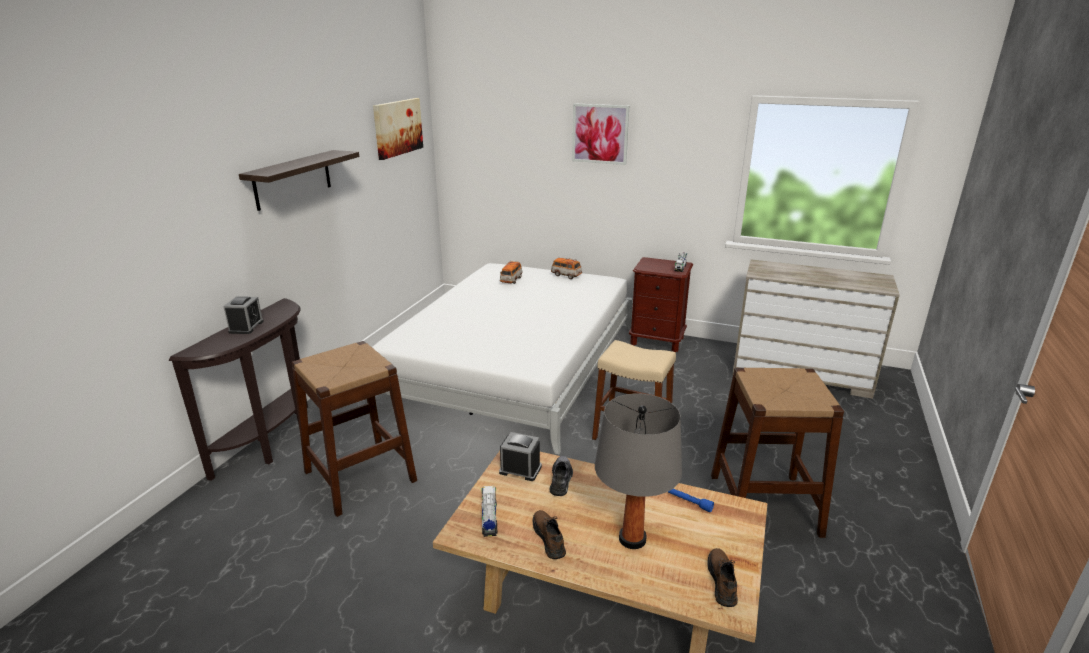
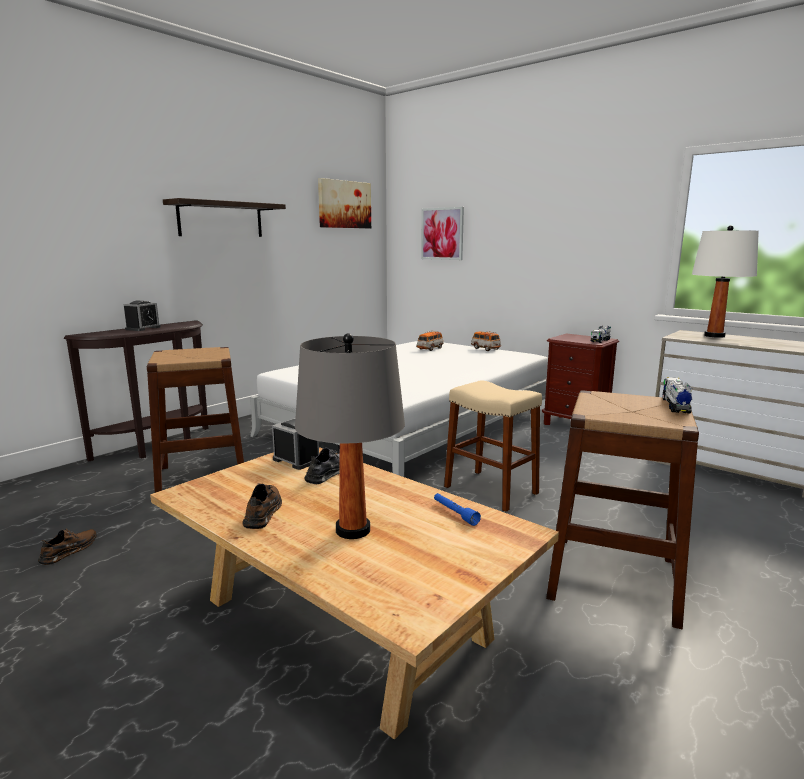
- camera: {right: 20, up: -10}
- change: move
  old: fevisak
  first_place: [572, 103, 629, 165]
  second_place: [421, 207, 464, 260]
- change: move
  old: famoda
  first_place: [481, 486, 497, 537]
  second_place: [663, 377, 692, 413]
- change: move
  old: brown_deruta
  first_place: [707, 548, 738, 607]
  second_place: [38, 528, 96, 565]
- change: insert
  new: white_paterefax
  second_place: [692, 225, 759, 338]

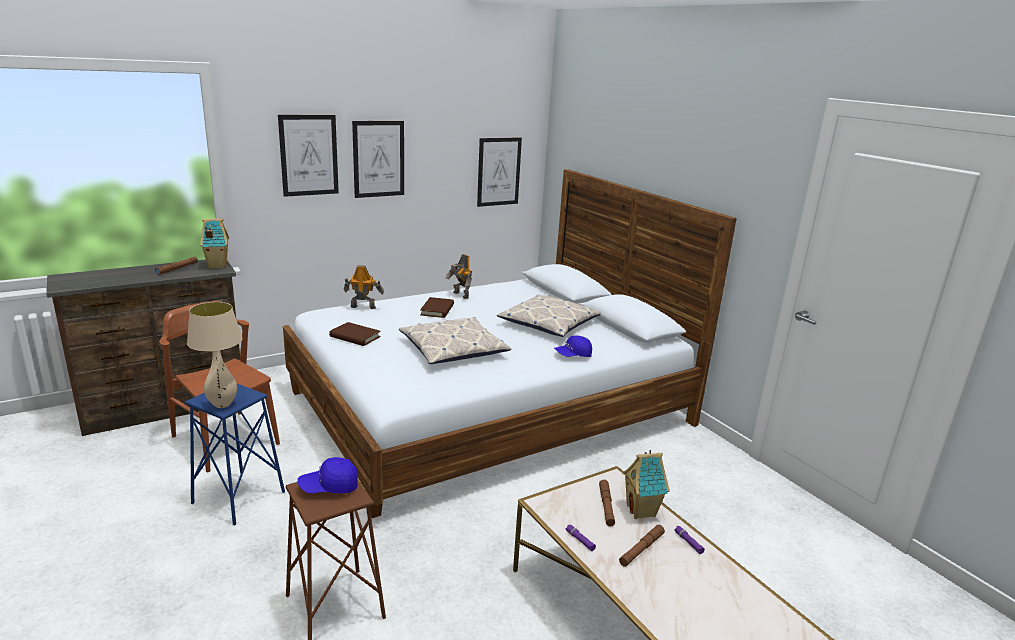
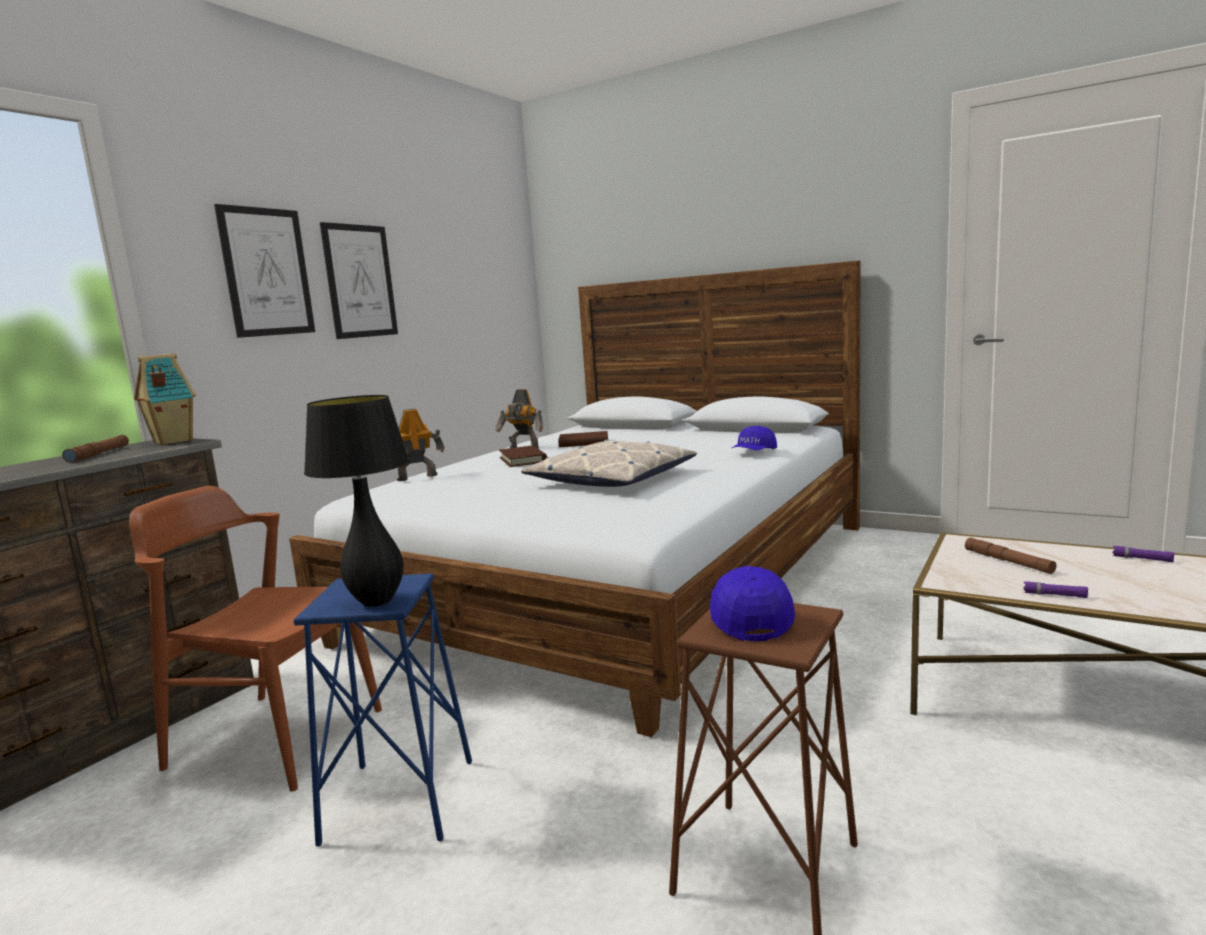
- camera: {right: -25, up: -10}
- change: delete
  old: fevisak
  first_place: [477, 137, 522, 207]
- change: delete
  old: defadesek
  first_place: [497, 295, 601, 337]
- change: recolor
  old: beige_paterefax
  new: black_paterefax
  first_place: [187, 302, 242, 408]
  second_place: [304, 395, 409, 607]
- change: move
  old: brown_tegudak
  first_place: [329, 322, 381, 346]
  second_place: [558, 431, 608, 447]
- change: delete
  old: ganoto
  first_place: [623, 450, 670, 519]
- change: rotate
  old: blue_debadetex
  first_place: [297, 457, 358, 494]
  second_place: [710, 566, 795, 641]
  degrees: 135
- change: delete
  old: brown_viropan
  first_place: [619, 525, 665, 567]

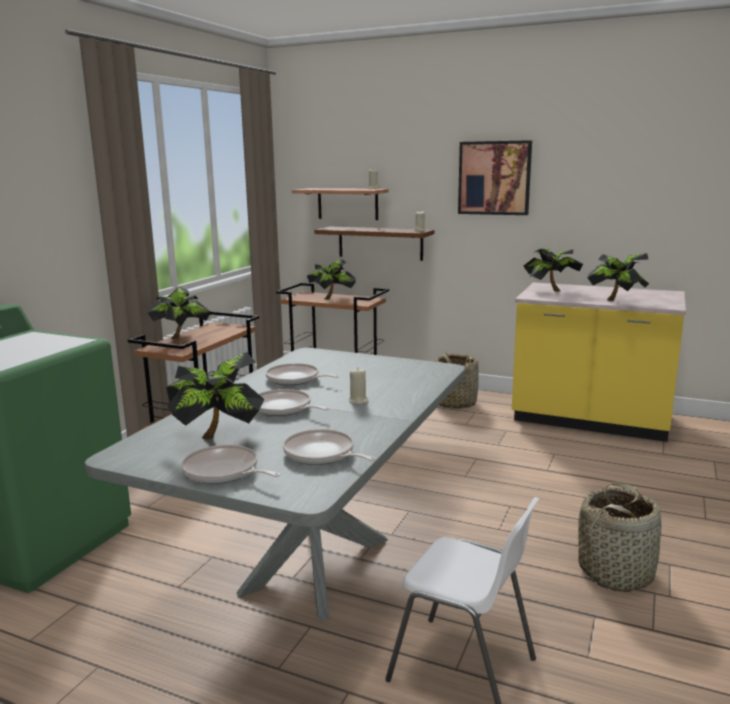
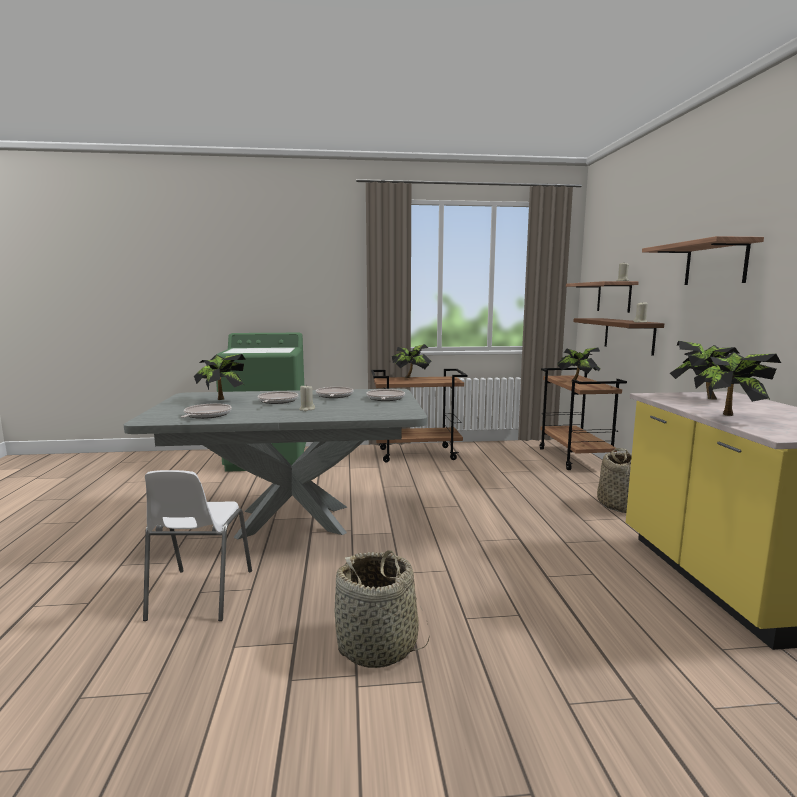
- camera: {right: 60, up: -5}
- change: replace
  old: fevisak
  new: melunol
  first_place: [458, 140, 532, 215]
  second_place: [642, 236, 764, 285]
- change: move
  old: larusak
  first_place: [181, 445, 280, 484]
  second_place: [367, 389, 405, 401]

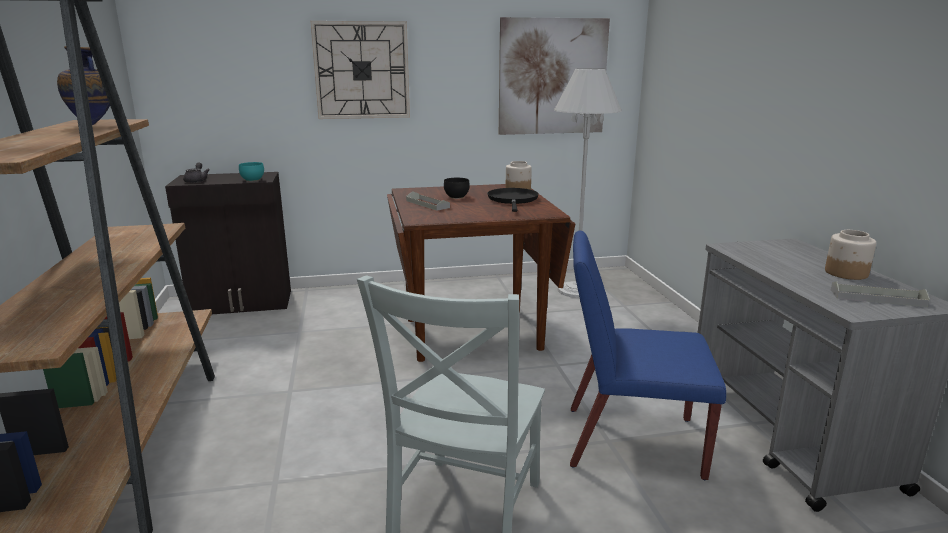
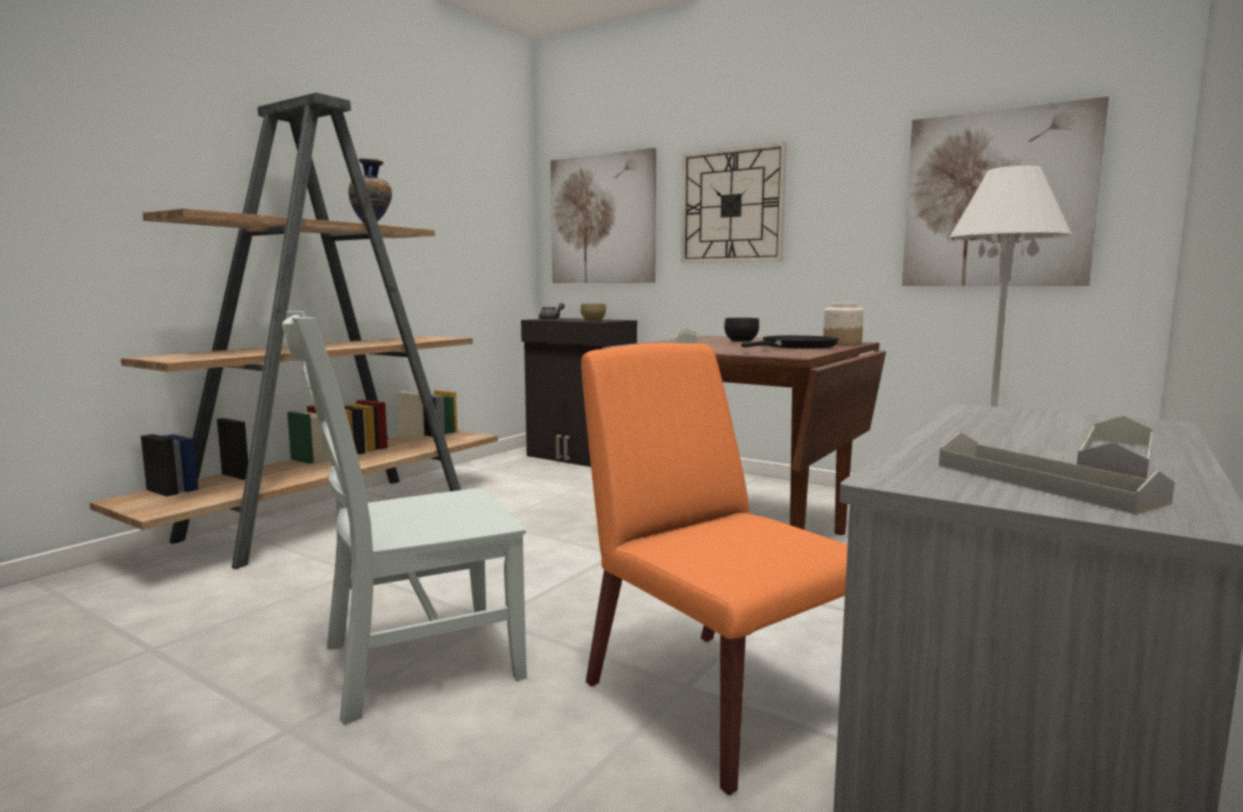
- camera: {right: 45, up: -10}
- change: recolor
  old: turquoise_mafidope
  new: brown_mafidope
  first_place: [239, 162, 264, 181]
  second_place: [581, 304, 606, 321]
- change: replace
  old: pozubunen
  new: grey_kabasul
  first_place: [825, 230, 876, 280]
  second_place: [1077, 416, 1153, 479]
- change: recolor
  old: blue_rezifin
  new: orange_rezifin
  first_place: [570, 231, 726, 480]
  second_place: [581, 343, 848, 795]
- change: insert
  new: fevisak
  second_place: [550, 148, 656, 283]

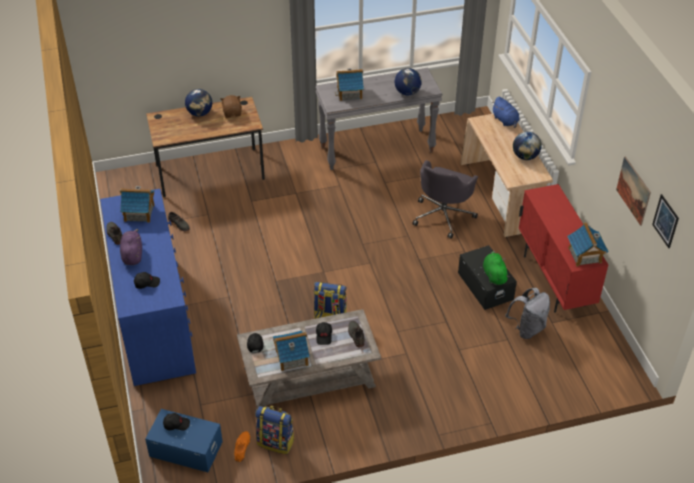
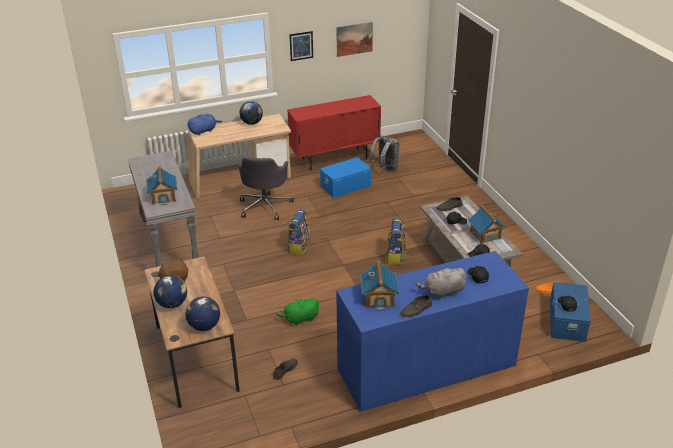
- camera: {right: -95, up: -10}
- change: move
  old: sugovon
  first_place: [395, 68, 422, 95]
  second_place: [185, 297, 220, 331]
- change: rotate
  old: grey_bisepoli
  first_place: [412, 160, 478, 239]
  second_place: [238, 157, 294, 220]
  degrees: 75
- change: move
  old: fevisak
  first_place: [652, 194, 679, 248]
  second_place: [289, 31, 313, 61]
- change: delete
  old: ganoto
  first_place: [567, 222, 609, 266]
- change: recolor
  old: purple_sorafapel
  new: grey_sorafapel
  first_place: [120, 229, 142, 265]
  second_place: [415, 268, 466, 299]
- change: recolor
  old: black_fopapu
  new: blue_fopapu
  first_place: [458, 245, 517, 310]
  second_place: [320, 157, 371, 198]
- change: move
  old: green_sorafapel
  first_place: [483, 251, 509, 285]
  second_place: [276, 298, 319, 325]
- change: move
  old: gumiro
  first_place: [255, 406, 295, 454]
  second_place: [287, 209, 310, 256]

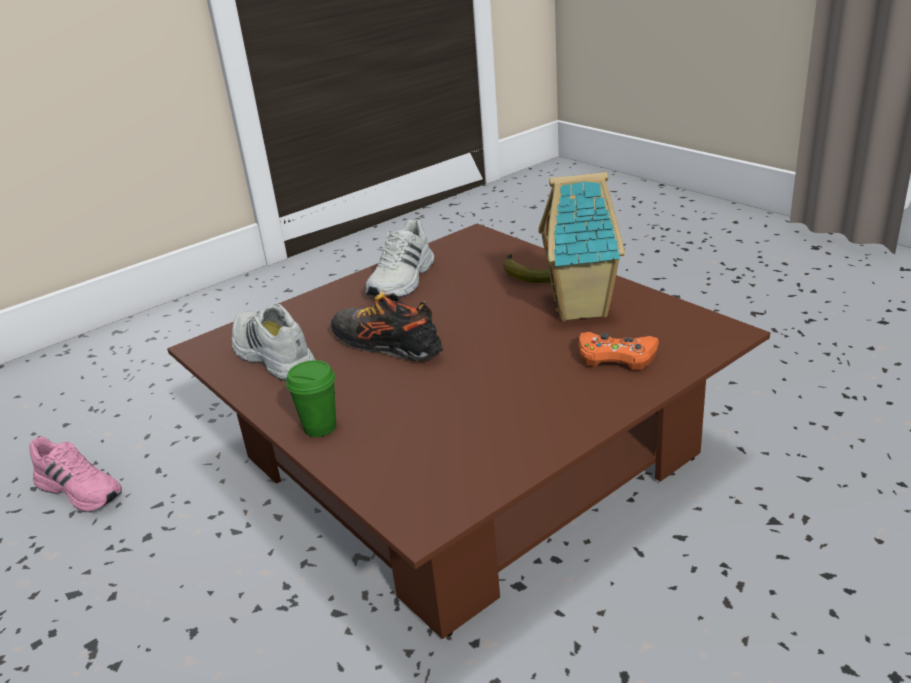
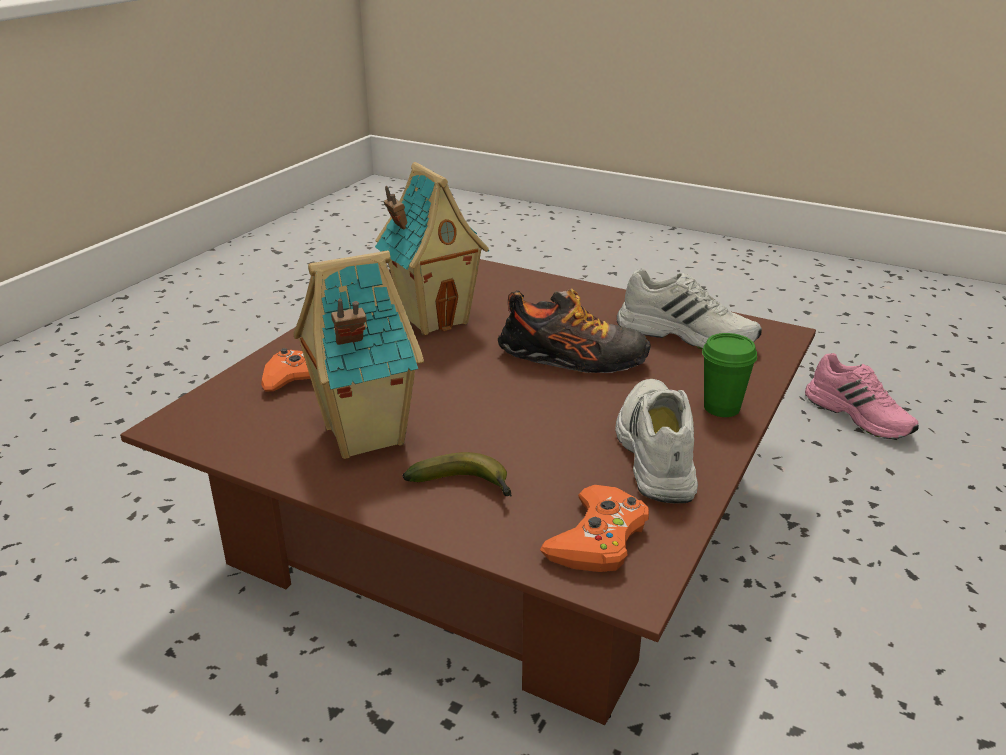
- camera: {right: 155, up: 0}
- change: move
  old: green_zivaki
  first_place: [286, 360, 336, 437]
  second_place: [702, 333, 757, 417]
- change: rotate
  old: pink_deruta
  first_place: [29, 436, 122, 512]
  second_place: [805, 353, 919, 439]
  degrees: -135
- change: insert
  new: ganoto
  second_place: [375, 162, 489, 335]
- change: insert
  new: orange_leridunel
  second_place: [540, 485, 649, 572]

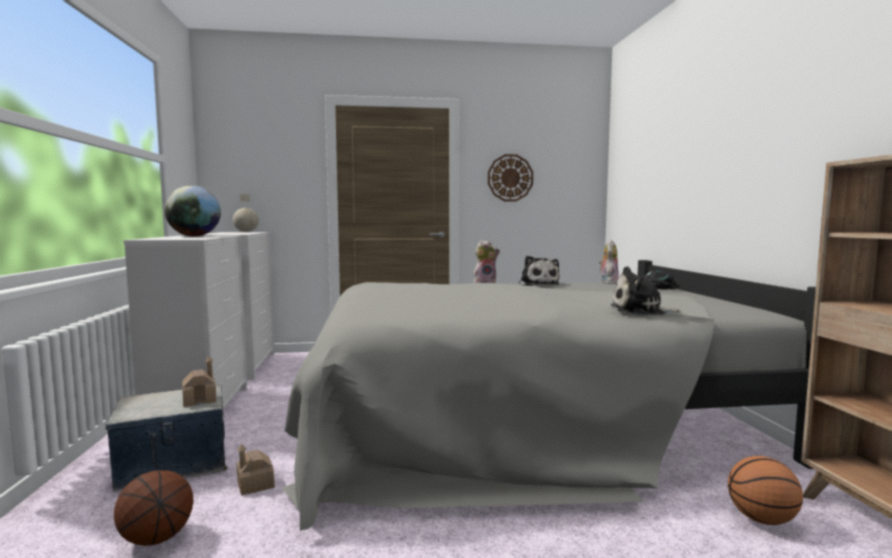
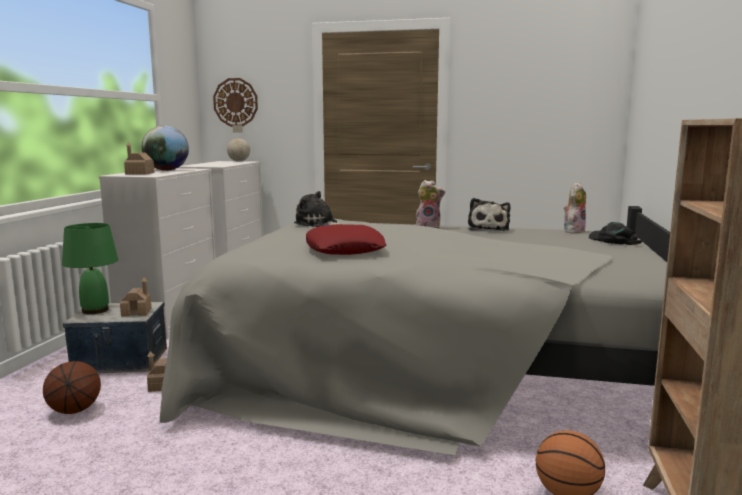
- camera: {right: 20, up: 5}
- change: move
  old: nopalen
  first_place: [488, 154, 533, 202]
  second_place: [213, 78, 258, 127]
- change: move
  old: sorafapel
  first_place: [611, 266, 681, 315]
  second_place: [294, 191, 339, 227]
- change: insert
  new: ganoto
  second_place: [124, 142, 155, 175]
- change: insert
  new: green_paterefax
  second_place: [62, 223, 118, 314]
- change: insert
  new: red_defadesek
  second_place: [306, 224, 386, 255]

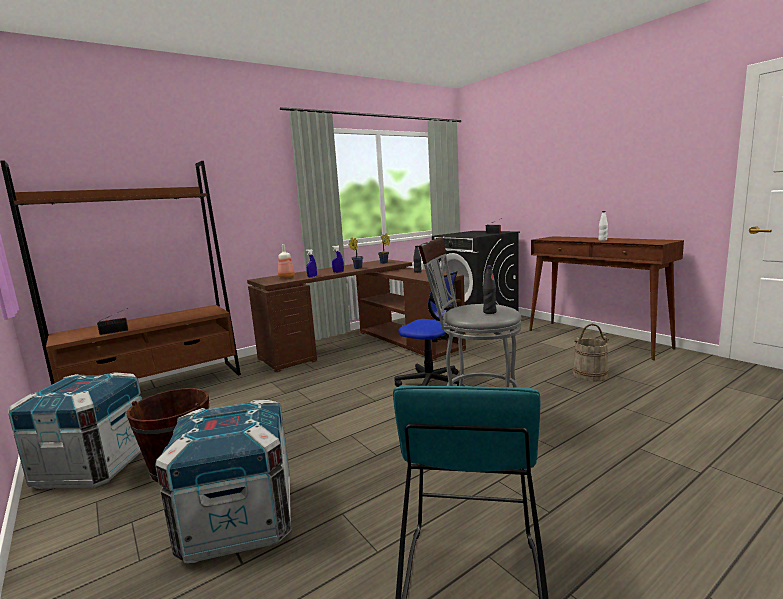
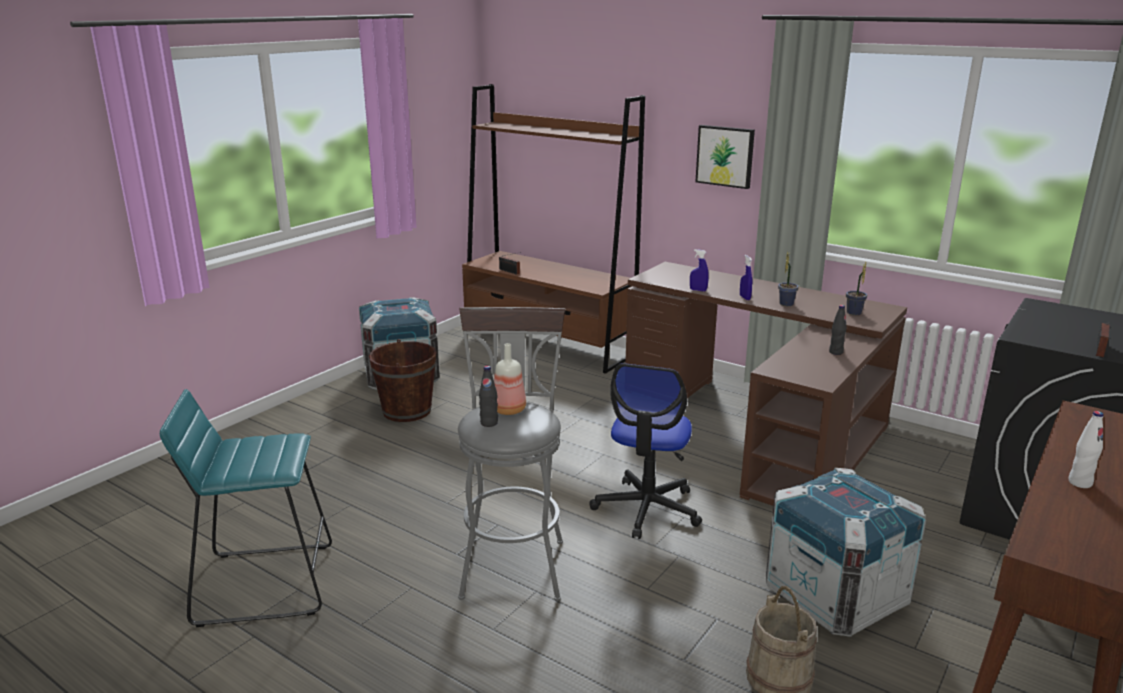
- camera: {right: 70, up: 10}
- change: move
  old: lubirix
  first_place: [278, 244, 295, 278]
  second_place: [494, 343, 526, 415]
- change: move
  old: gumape
  first_place: [155, 400, 291, 563]
  second_place: [766, 467, 926, 637]
- change: insert
  new: fevisak
  second_place: [695, 125, 755, 189]

